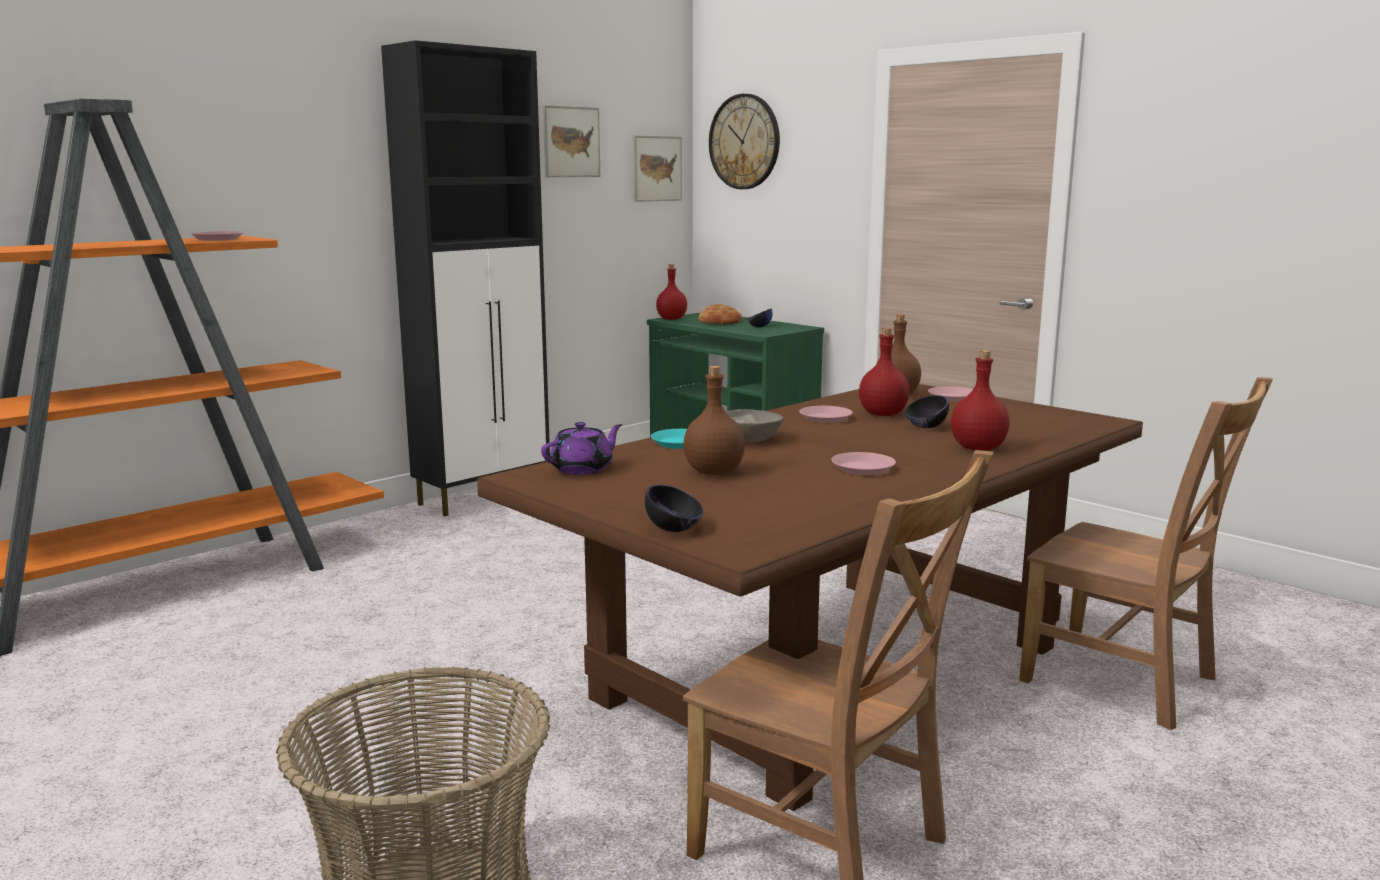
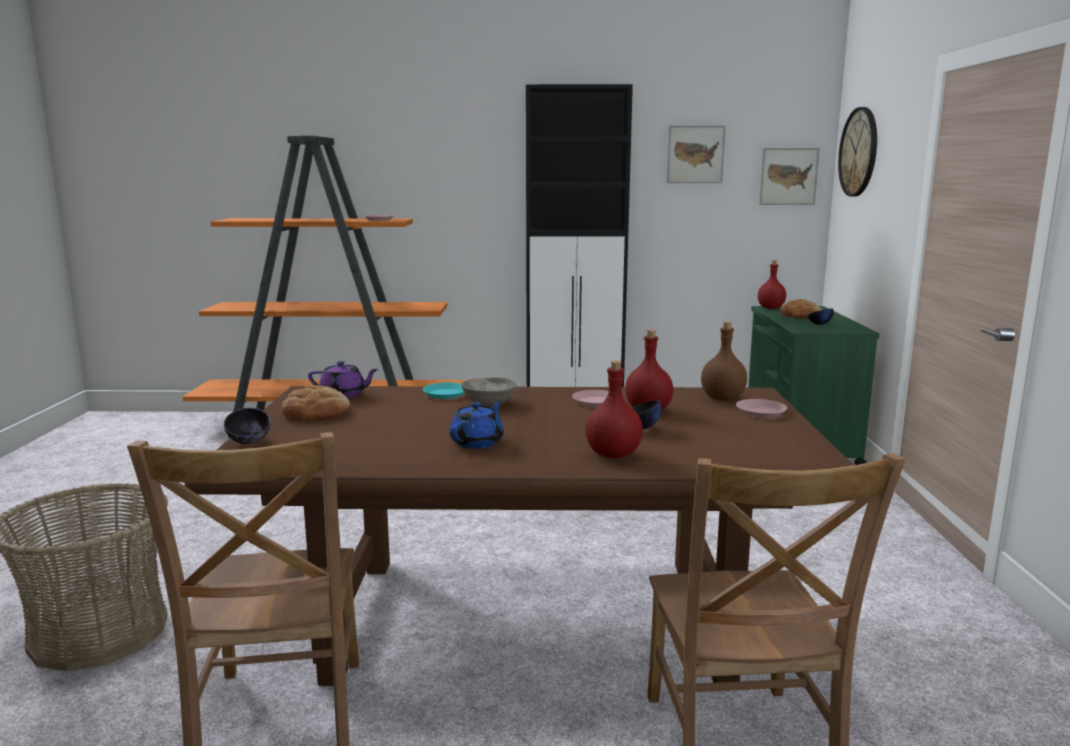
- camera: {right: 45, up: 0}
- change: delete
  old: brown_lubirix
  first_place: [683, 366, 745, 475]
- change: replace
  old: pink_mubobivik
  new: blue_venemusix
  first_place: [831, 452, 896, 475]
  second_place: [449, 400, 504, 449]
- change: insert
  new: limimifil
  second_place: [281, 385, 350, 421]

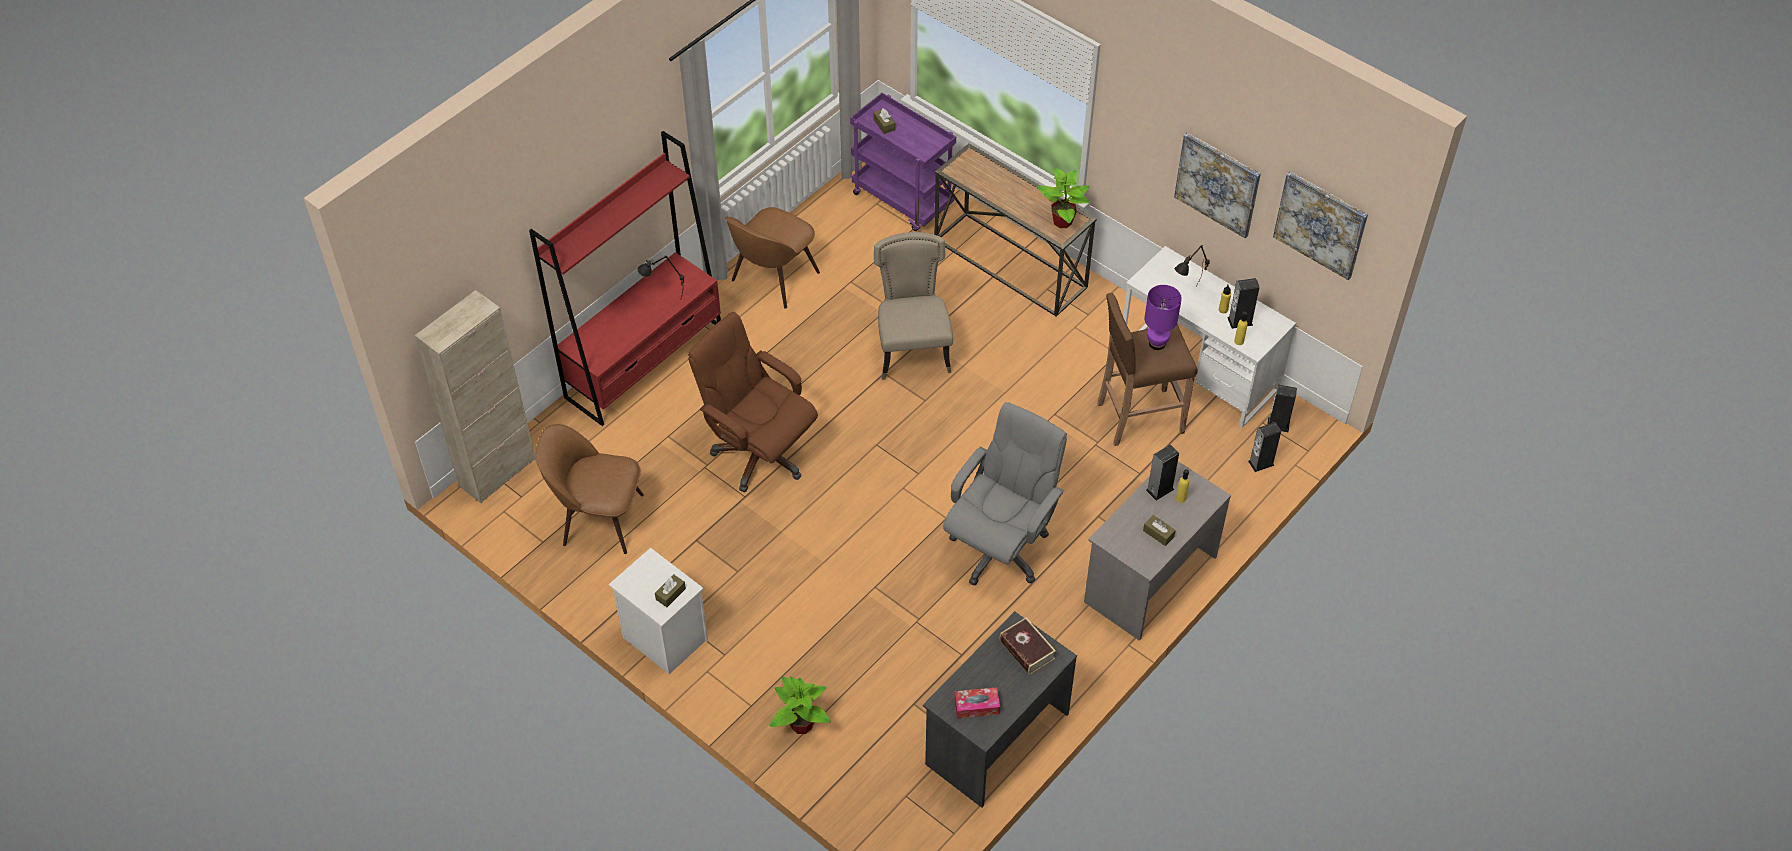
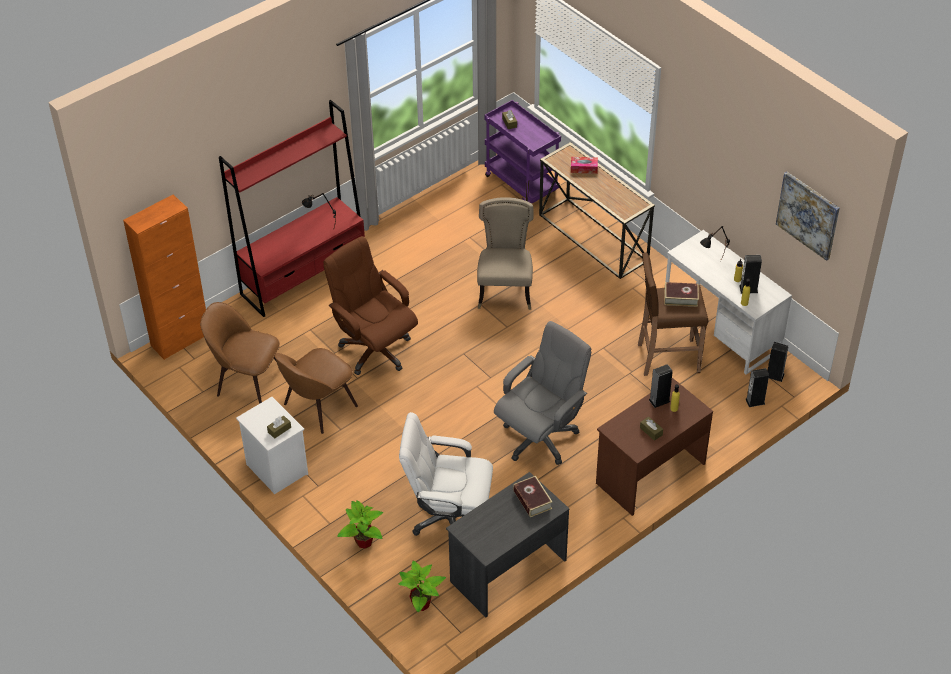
- camera: {right: 10, up: -5}
- change: delete
  old: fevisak
  first_place: [1174, 132, 1261, 238]
- change: move
  old: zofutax
  first_place: [1037, 168, 1090, 228]
  second_place: [398, 561, 446, 612]
- change: move
  old: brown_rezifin
  first_place: [726, 207, 820, 309]
  second_place: [275, 348, 358, 434]
- change: replace
  old: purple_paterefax
  new: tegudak
  first_place: [1145, 285, 1182, 350]
  second_place: [664, 282, 699, 307]
- change: recolor
  old: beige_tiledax
  new: orange_tiledax
  first_place: [415, 290, 535, 503]
  second_place: [123, 194, 206, 360]
- change: recolor
  old: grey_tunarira
  new: brown_tunarira
  first_place: [1084, 461, 1231, 641]
  second_place: [596, 378, 713, 516]
- change: move
  old: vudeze
  first_place: [954, 687, 1000, 718]
  second_place: [571, 157, 598, 174]
- change: insert
  new: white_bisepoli
  second_place: [399, 412, 493, 536]

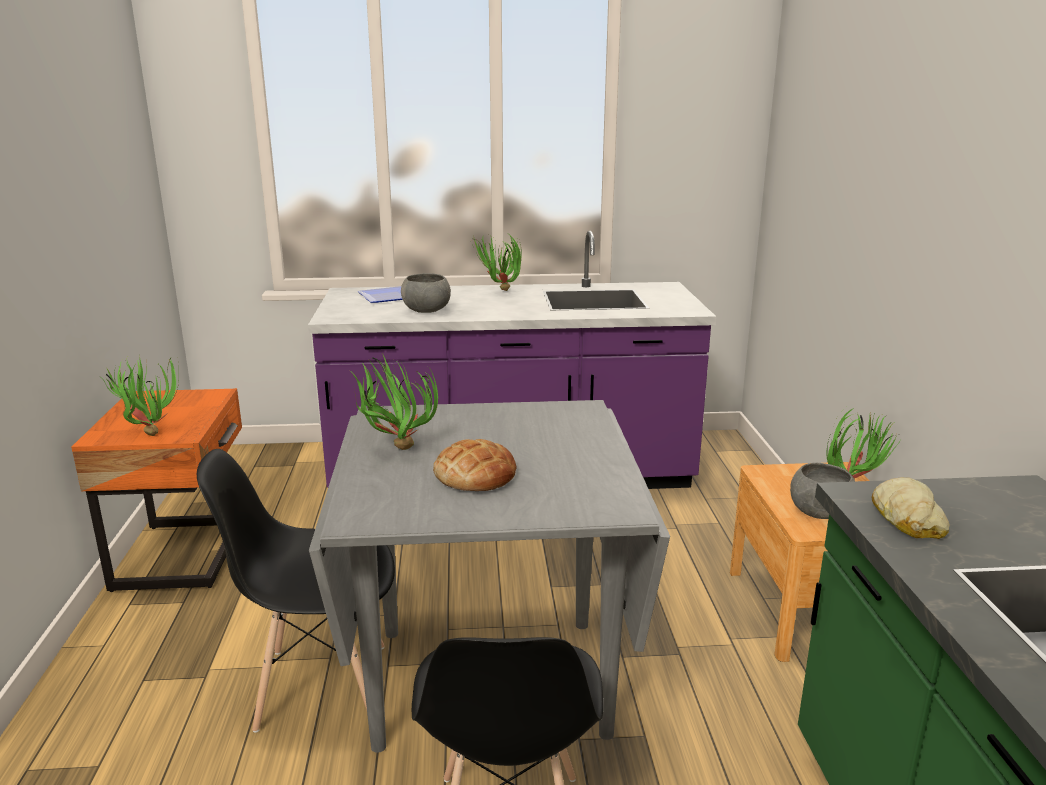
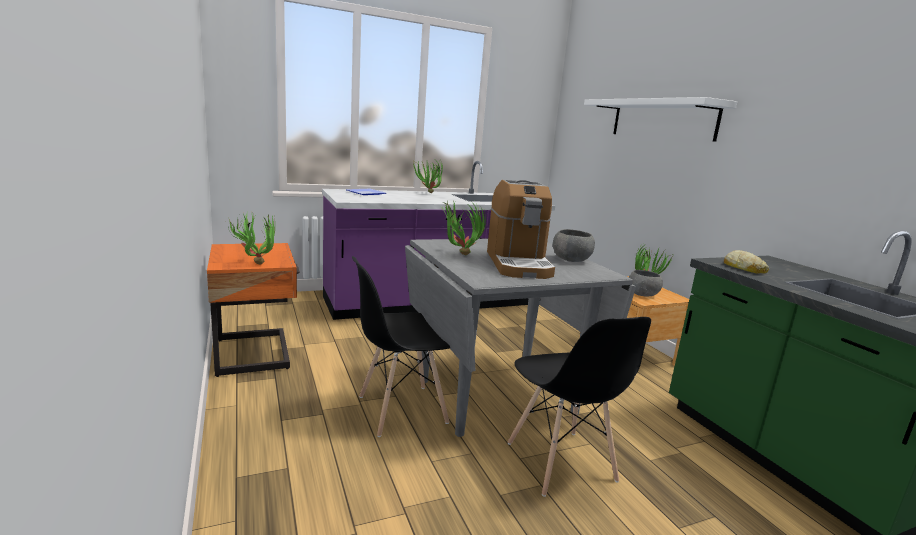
- camera: {right: -20, up: -5}
- change: move
  old: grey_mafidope
  first_place: [401, 273, 451, 313]
  second_place: [553, 229, 595, 262]
- change: replace
  old: limimifil
  new: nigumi
  first_place: [433, 439, 517, 491]
  second_place: [487, 180, 555, 279]
- change: insert
  new: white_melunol
  second_place: [584, 97, 737, 142]

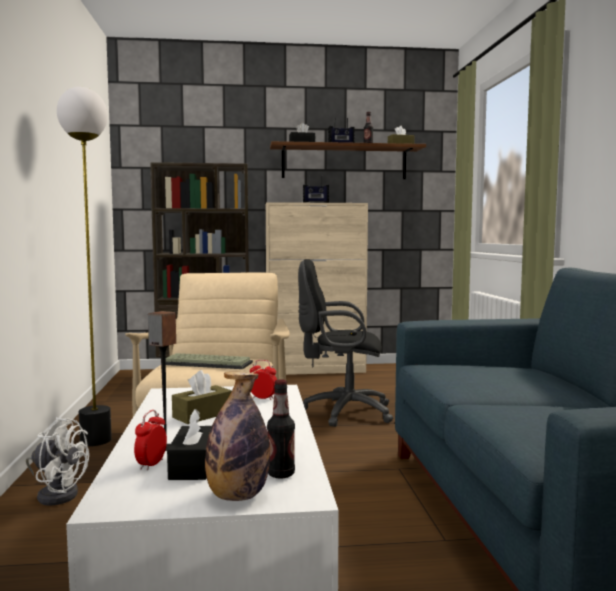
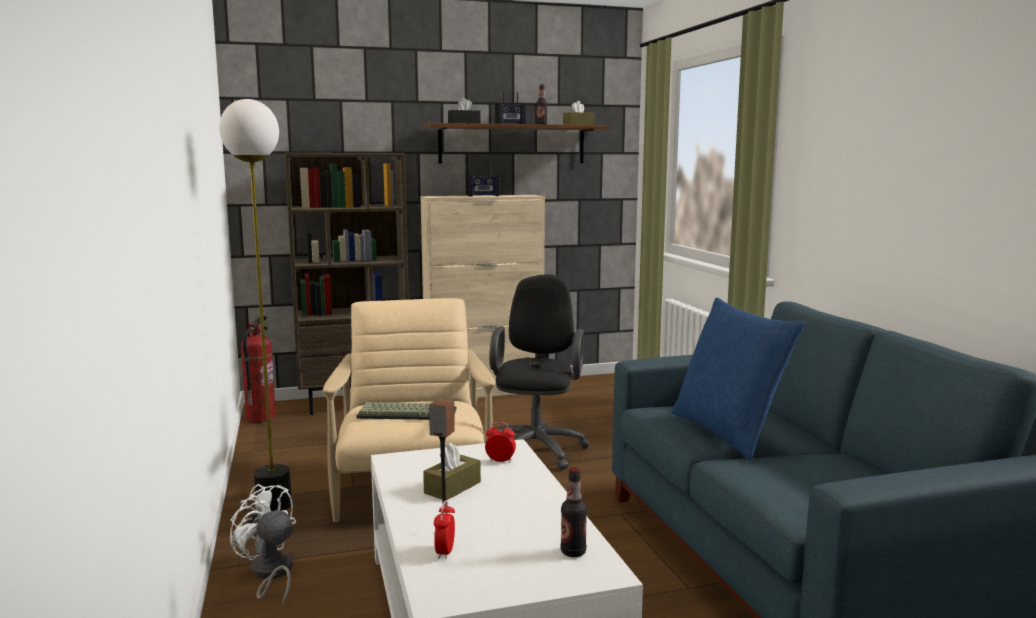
- camera: {right: -10, up: 5}
- change: rotate
  old: black_bisepoli
  first_place: [298, 259, 393, 427]
  second_place: [489, 274, 590, 470]
  degrees: 105
- change: delete
  old: lubirix
  first_place: [205, 372, 270, 501]
- change: delete
  old: black_vudeze
  first_place: [167, 409, 212, 480]
- change: rotate
  old: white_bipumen
  first_place: [26, 417, 89, 506]
  second_place: [230, 483, 296, 608]
  degrees: -150
- change: insert
  new: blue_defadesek
  second_place: [671, 297, 804, 461]
- change: insert
  new: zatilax
  second_place: [241, 316, 276, 423]

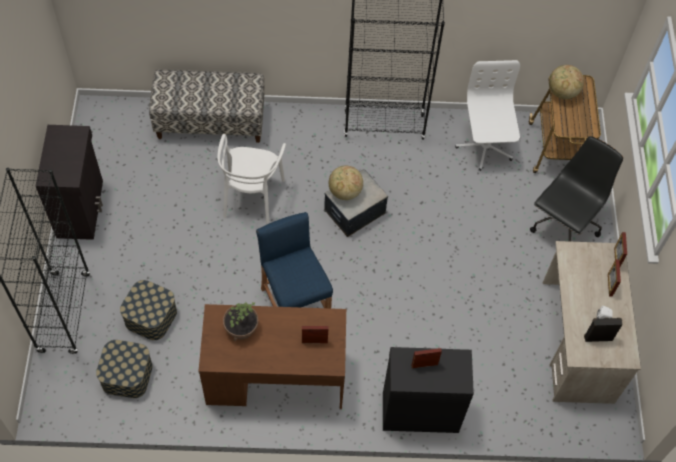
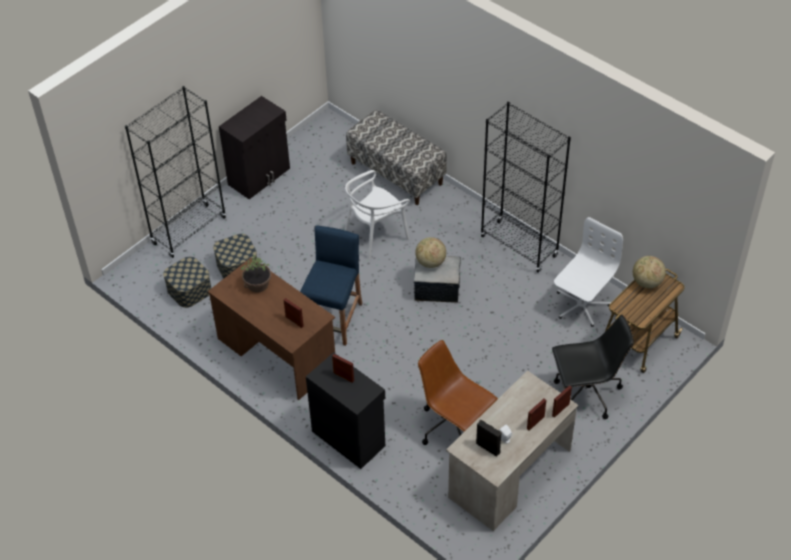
- camera: {right: 45, up: -10}
- change: insert
  new: brown_bisepoli
  second_place: [418, 340, 498, 445]

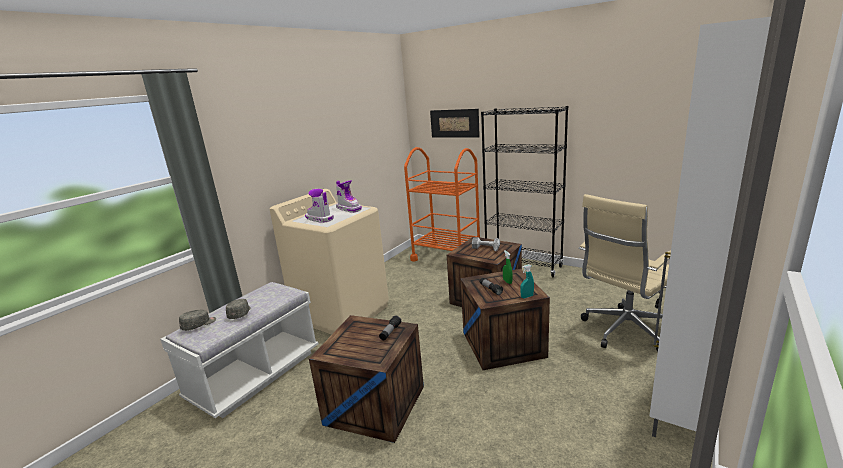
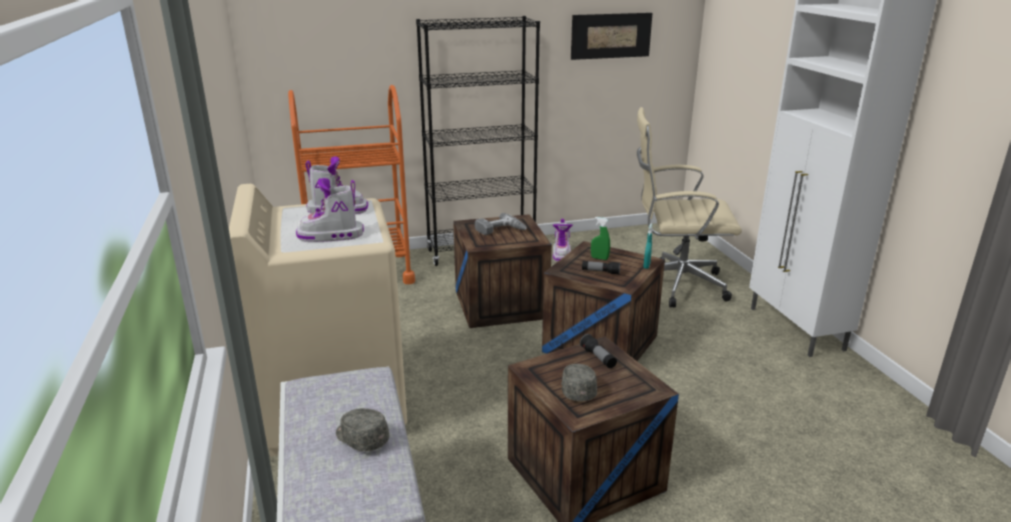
- camera: {right: -50, up: 5}
- change: move
  old: fevisak
  first_place: [430, 109, 480, 138]
  second_place: [571, 13, 653, 60]
- change: rotate
  old: beige_bisepoli
  first_place: [579, 194, 671, 352]
  second_place: [637, 107, 742, 308]
  degrees: 90
- change: move
  old: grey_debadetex
  first_place: [179, 310, 216, 331]
  second_place: [561, 364, 597, 401]
- change: insert
  new: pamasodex
  second_place: [553, 219, 573, 262]

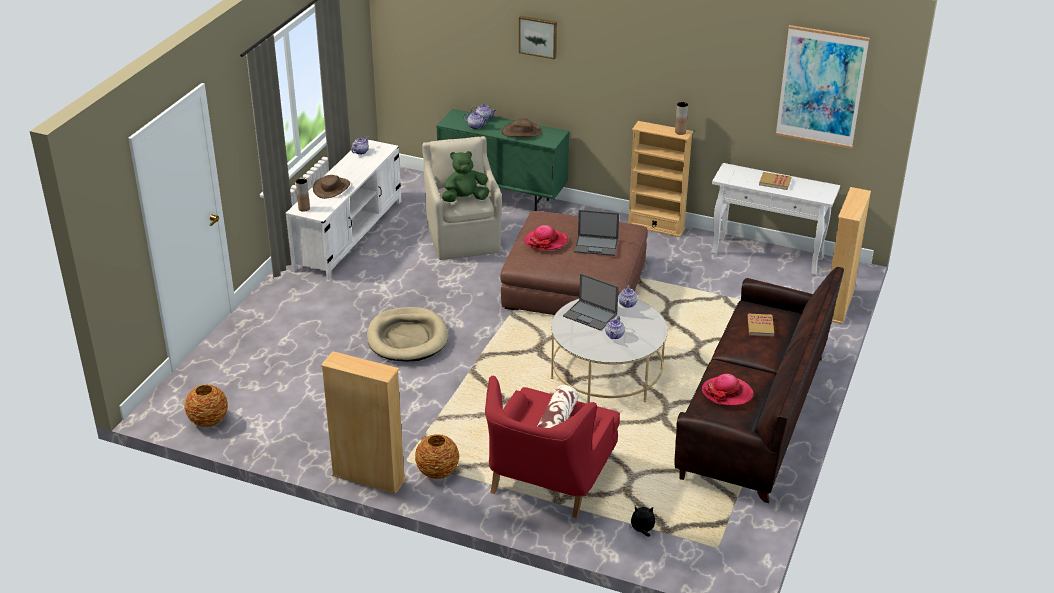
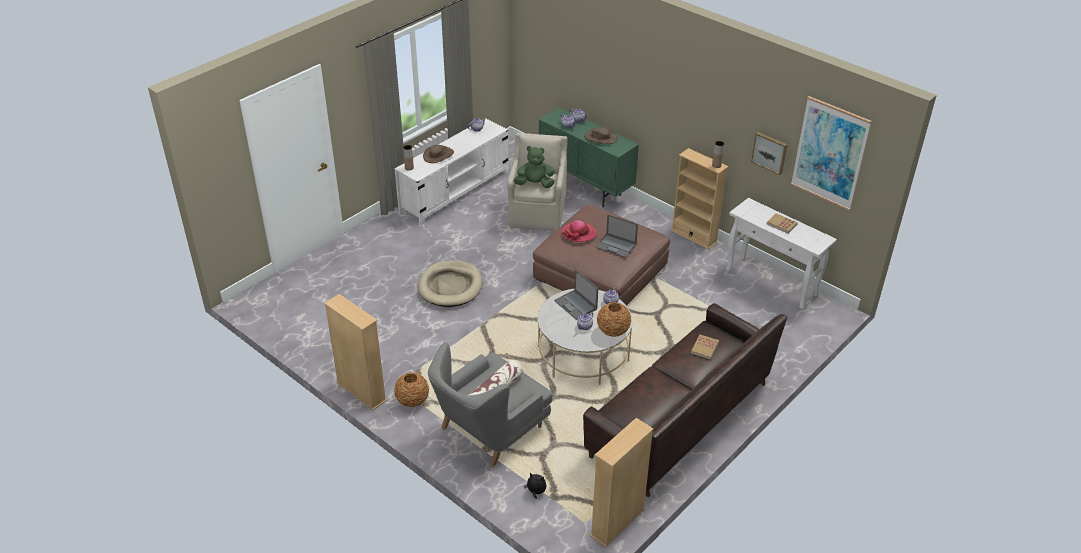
- camera: {right: 20, up: 5}
- change: move
  old: fevisak
  first_place: [519, 16, 557, 60]
  second_place: [751, 132, 788, 175]
- change: move
  old: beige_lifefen
  first_place: [831, 187, 871, 324]
  second_place: [590, 418, 654, 547]
- change: delete
  old: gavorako
  first_place: [702, 374, 754, 406]
- change: recolor
  old: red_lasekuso
  new: grey_lasekuso
  first_place: [485, 376, 620, 518]
  second_place: [428, 342, 553, 467]
- change: move
  old: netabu
  first_place: [185, 384, 228, 427]
  second_place: [597, 302, 631, 337]

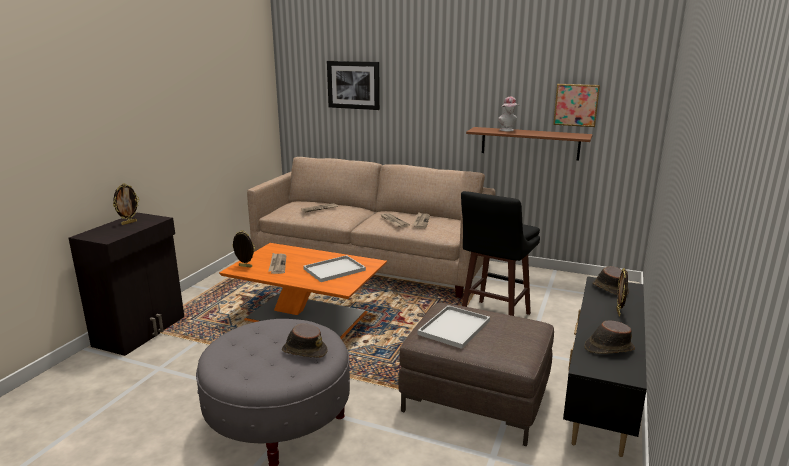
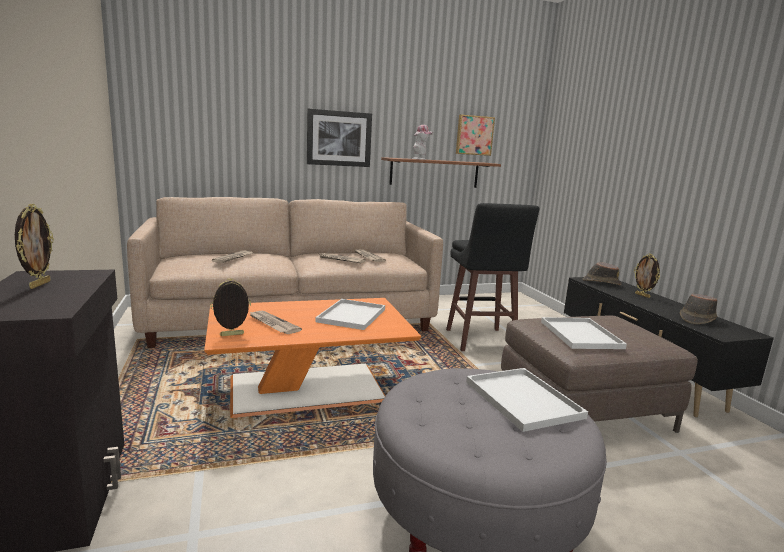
- camera: {right: -40, up: -5}
- change: move
  old: fevisak
  first_place: [327, 61, 380, 110]
  second_place: [307, 108, 372, 167]
- change: replace
  old: brown_gavorako
  new: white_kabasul
  first_place: [282, 324, 328, 358]
  second_place: [466, 368, 588, 432]

